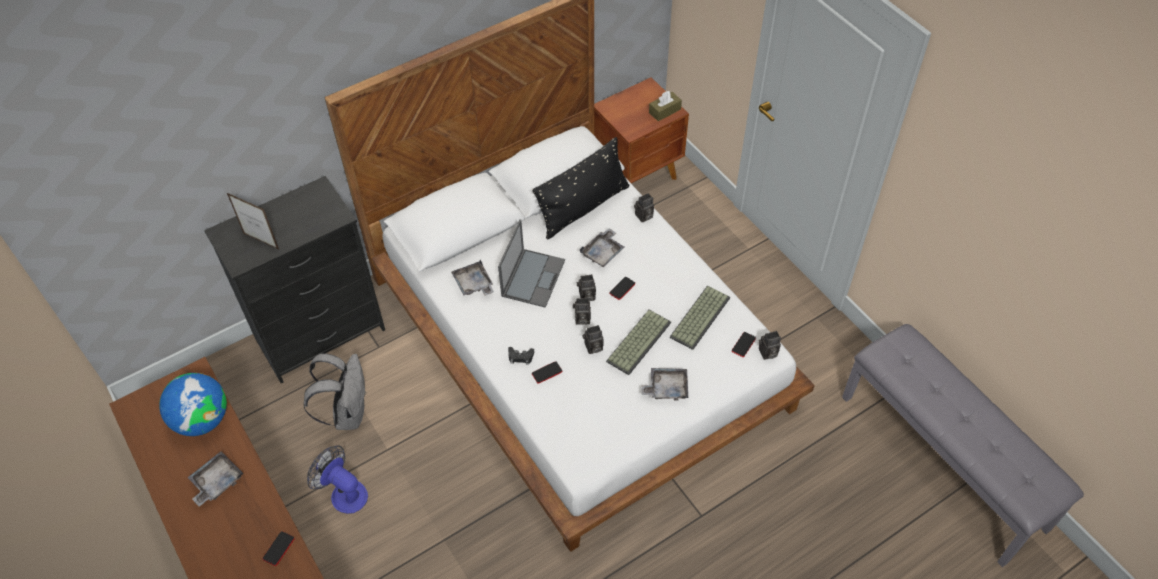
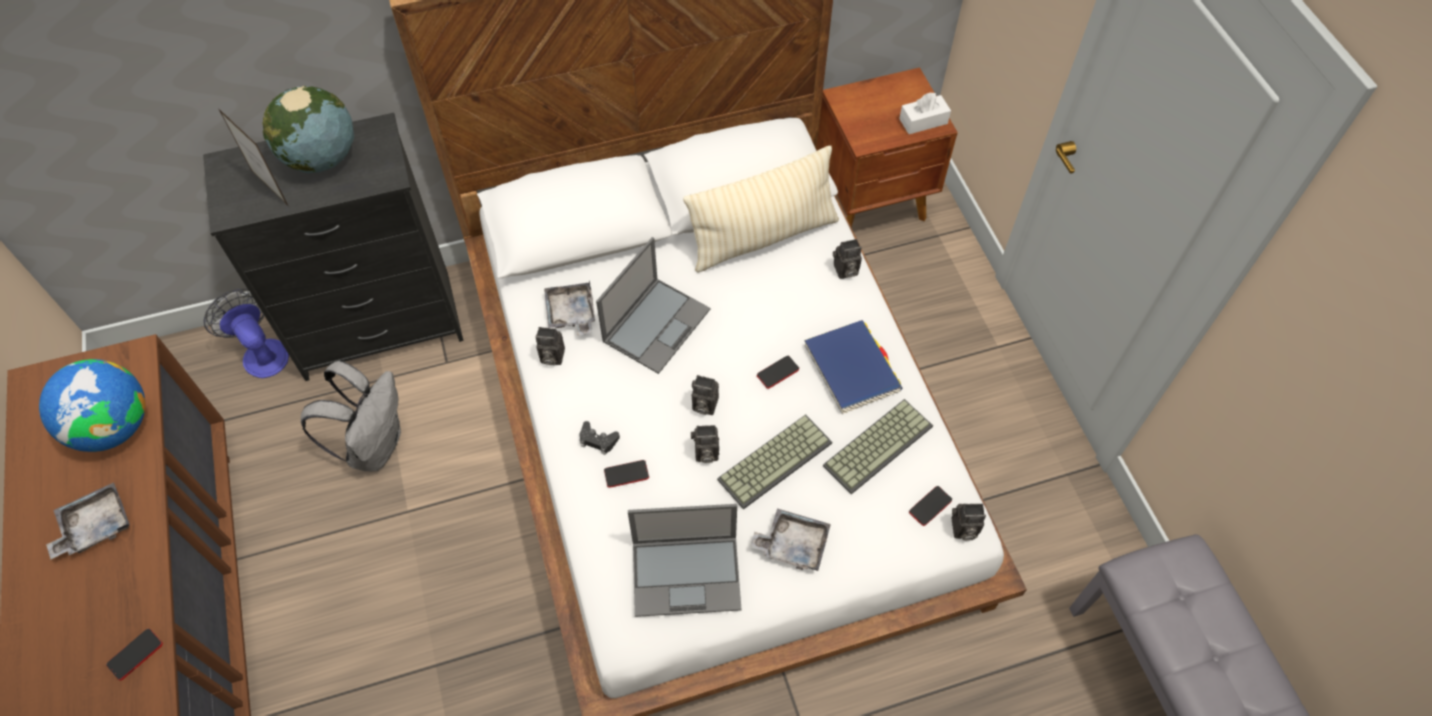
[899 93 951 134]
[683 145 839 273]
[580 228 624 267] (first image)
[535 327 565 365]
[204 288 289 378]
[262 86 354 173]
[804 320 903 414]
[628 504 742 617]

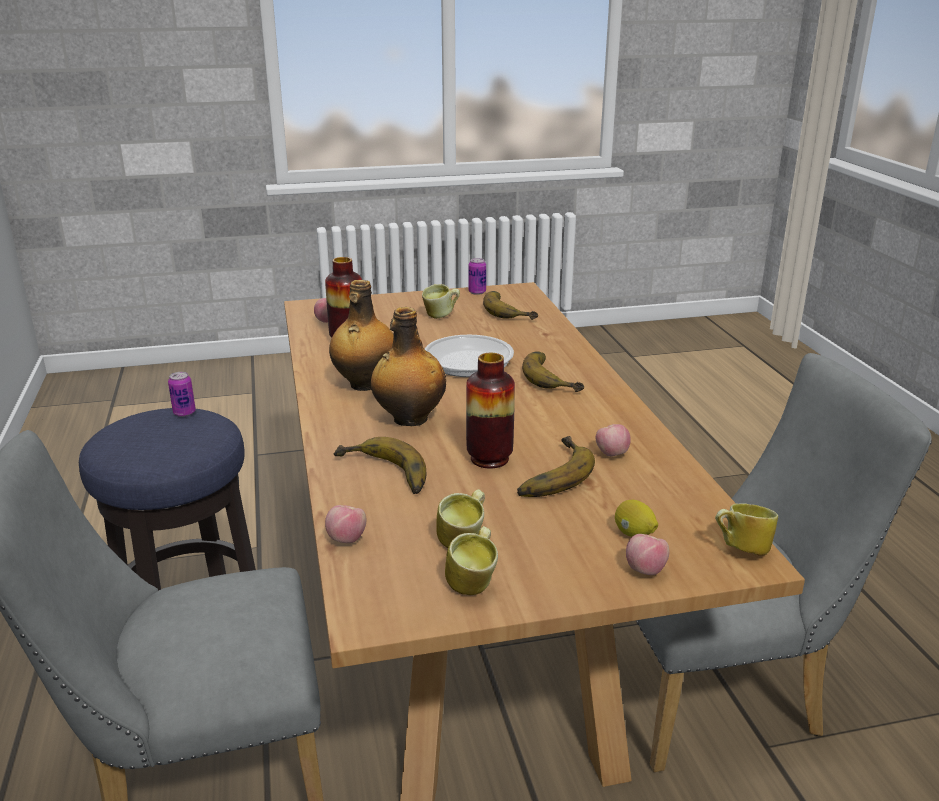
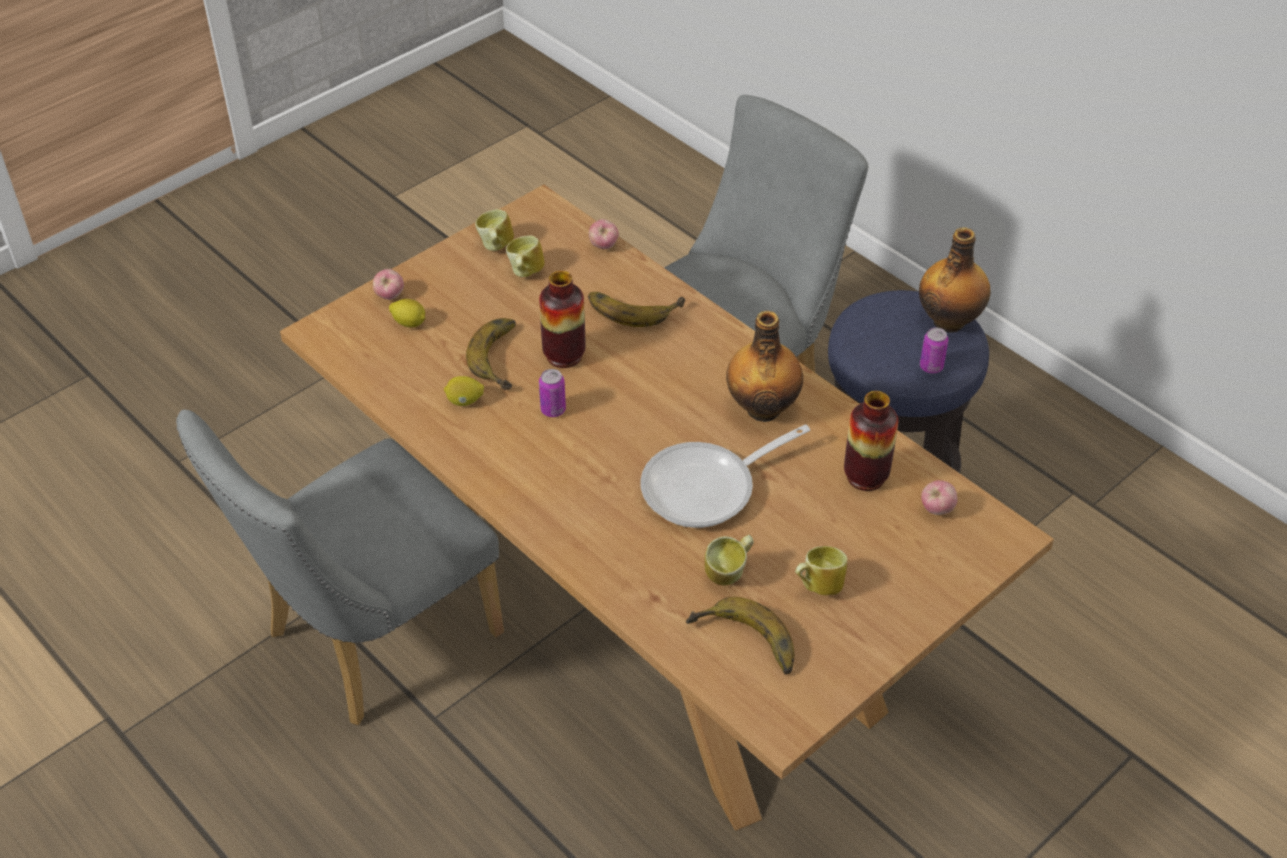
[539 369 566 417]
[919 227 990 333]
[522 351 584 392] (first image)
[444 376 484 406]
[705 535 754 585]

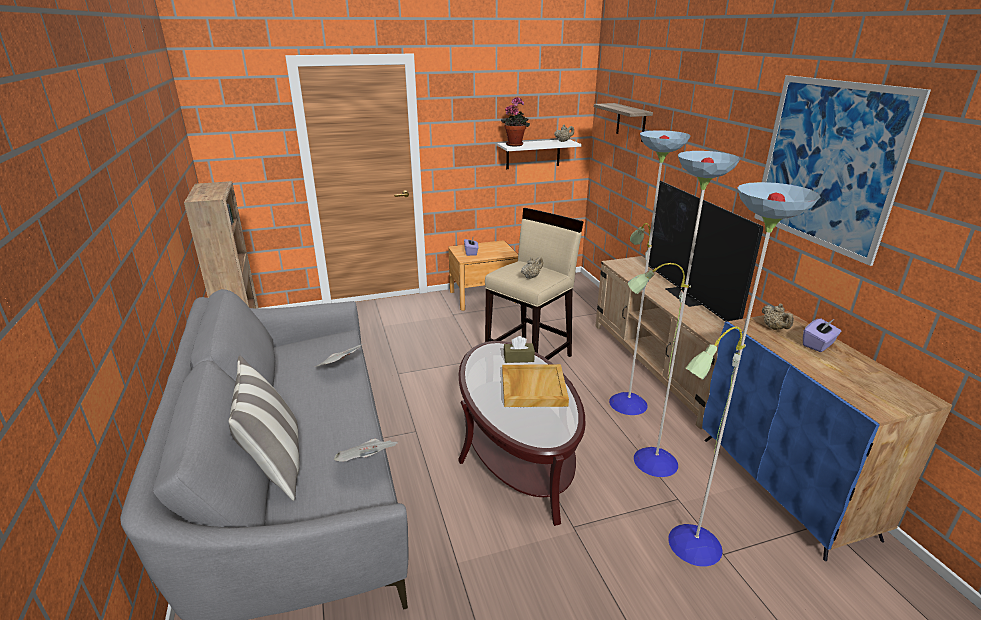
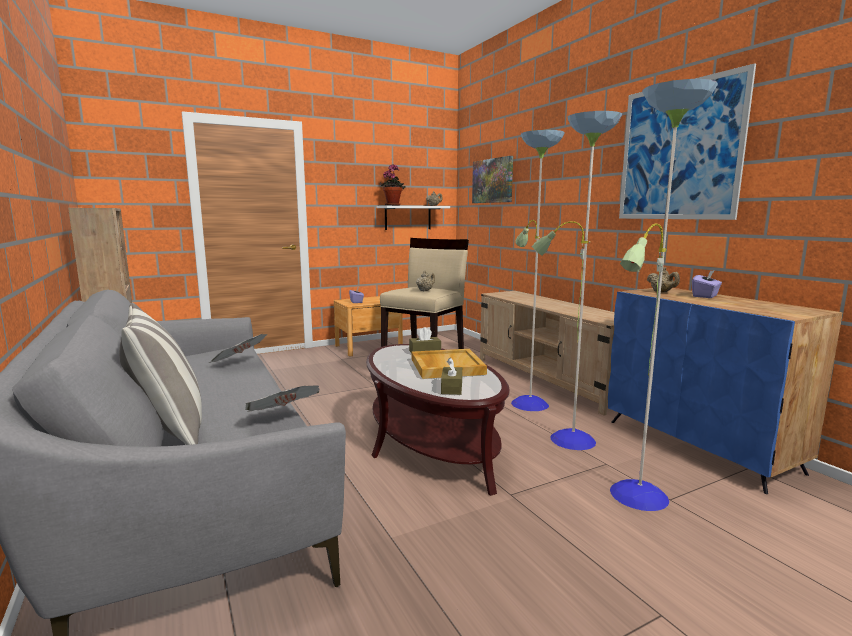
[472 156 513 203]
[648 180 763 322] (first image)
[441 357 462 395]

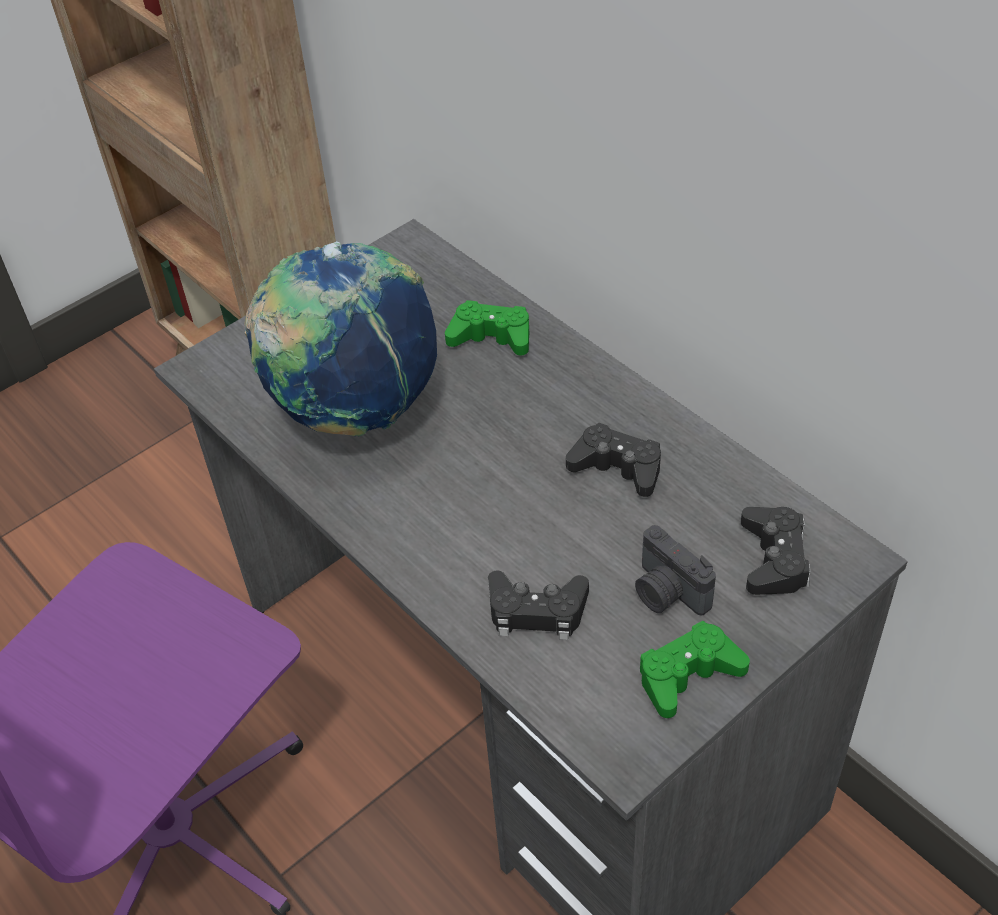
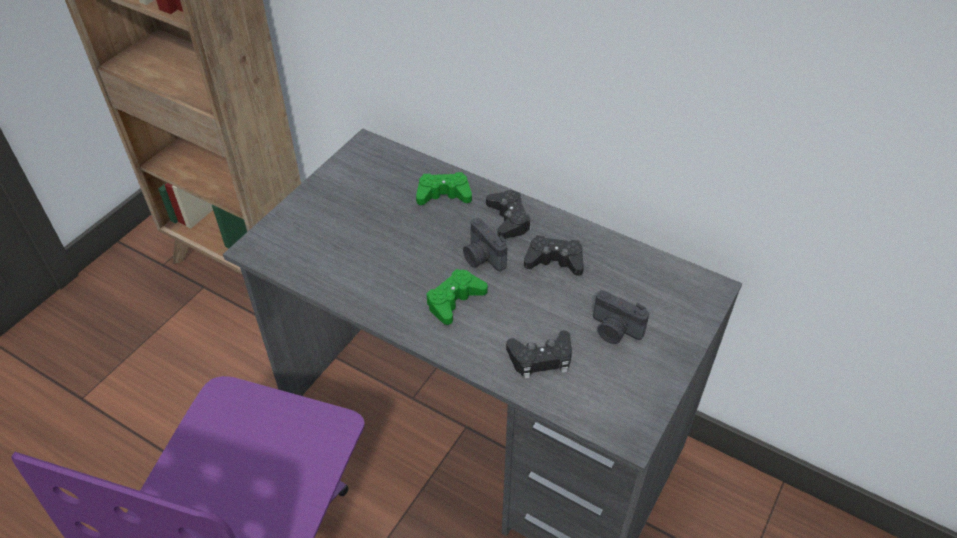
[244 241 437 436] (first image)
[486 190 531 239]
[427 269 488 325]
[463 218 507 271]

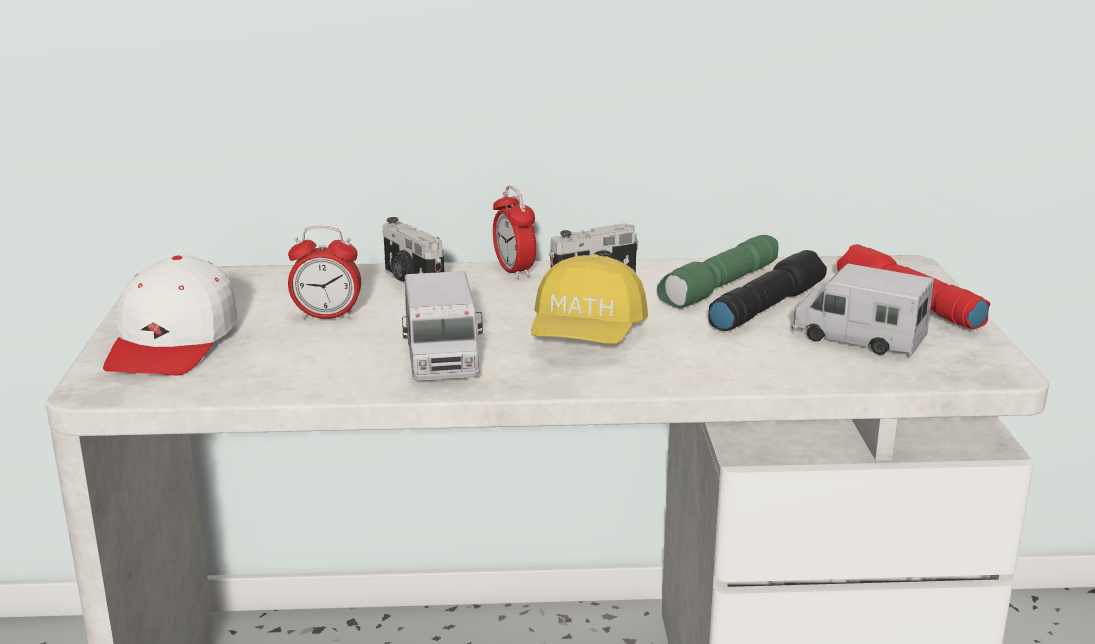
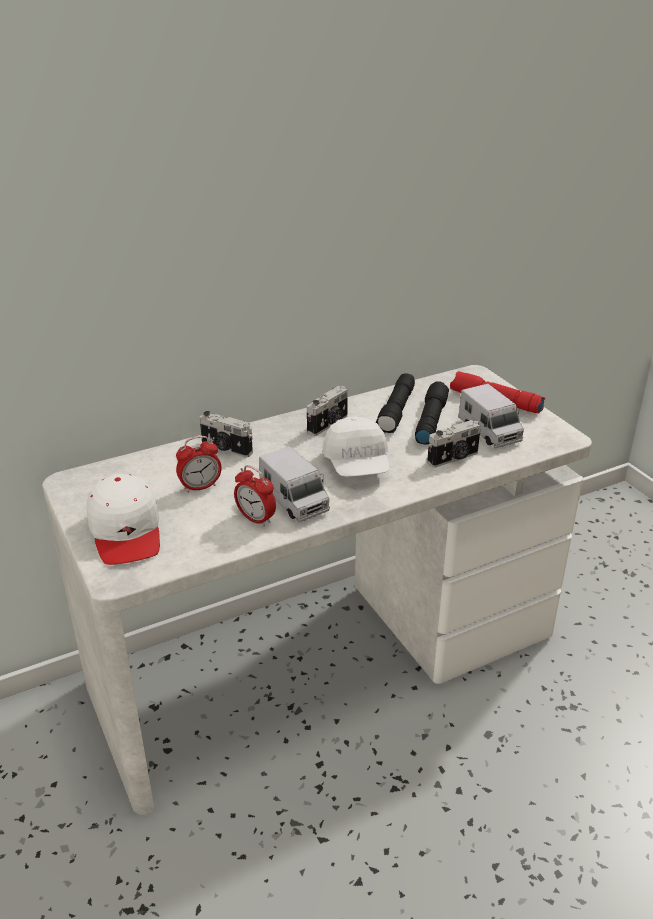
[234 465 276 527]
[376 373 415 433]
[322 416 390 477]
[458 384 524 448]
[427 420 480 468]

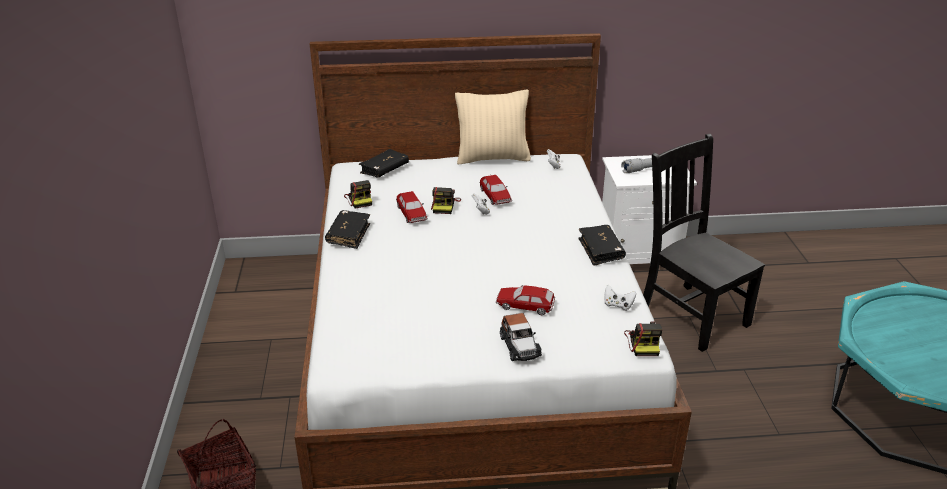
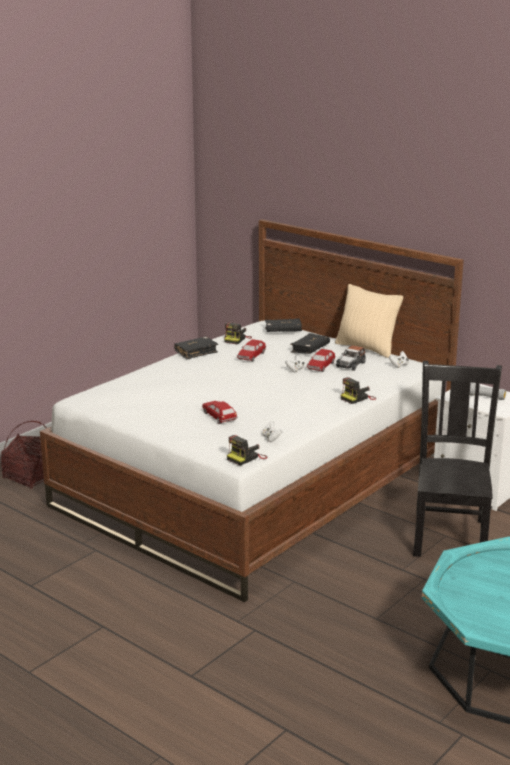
[341 377 376 404]
[290 333 330 354]
[336 345 366 371]

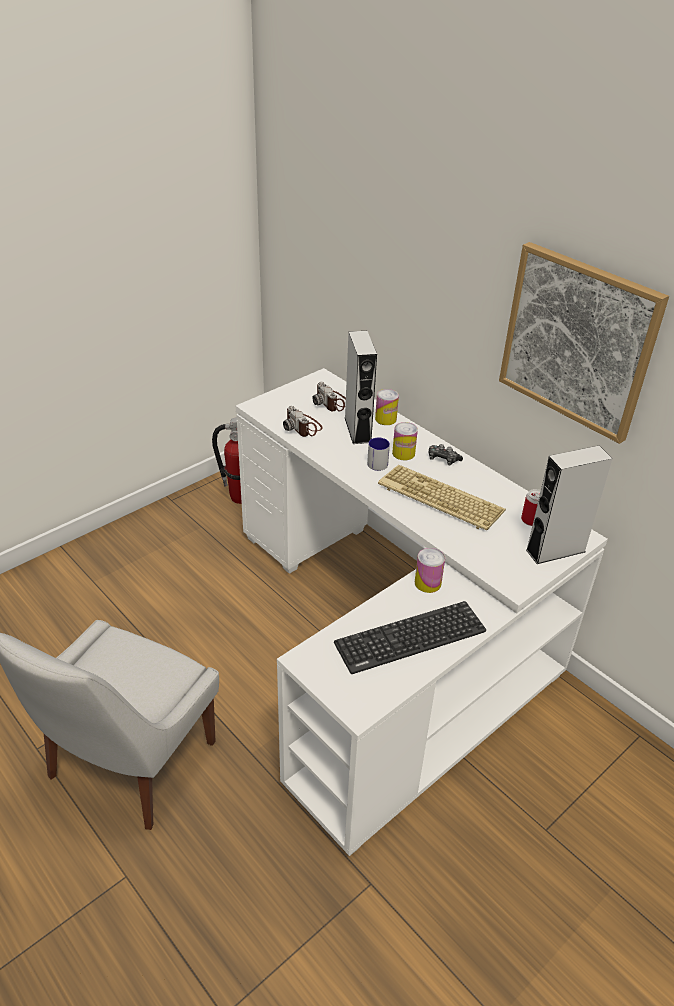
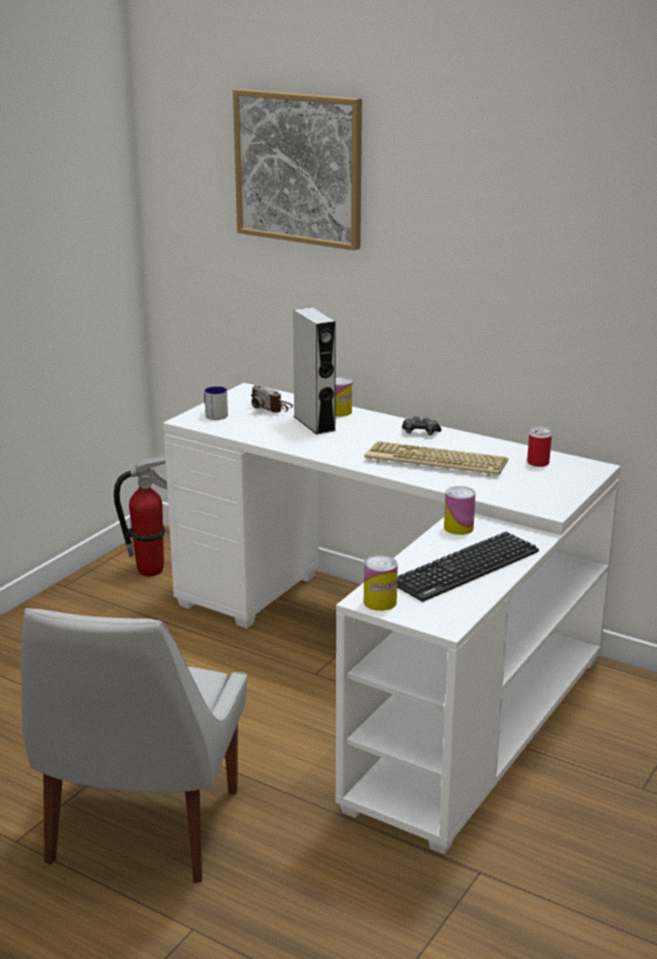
[233 89 362 251]
[283 406 323 437] (first image)
[364 555 398 611]
[204 386 228 420]
[525 446 613 564] (first image)

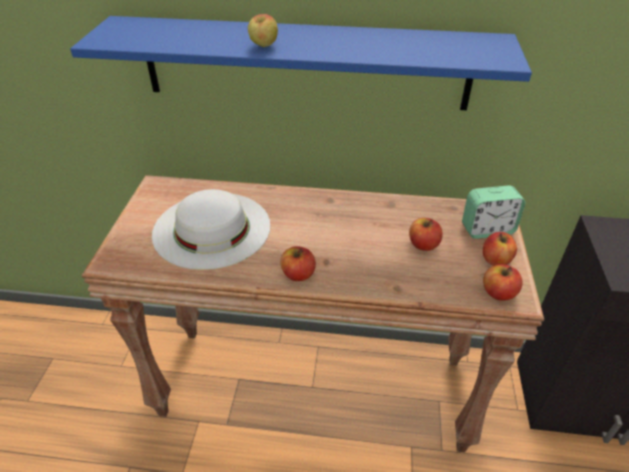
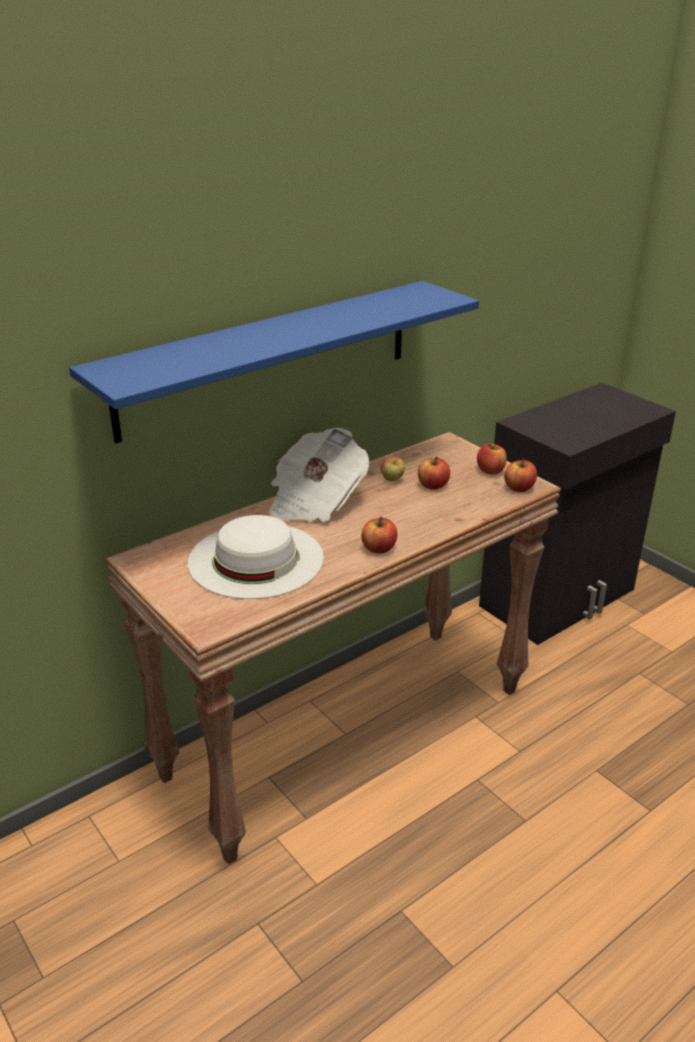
[381 456 405 481]
[462 185 526 239] (first image)
[269 428 369 522]

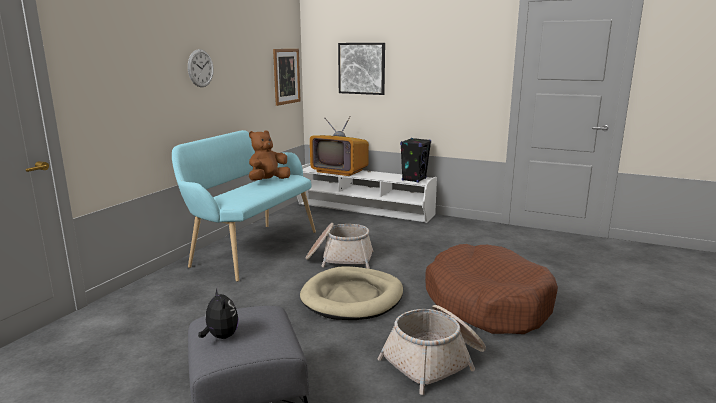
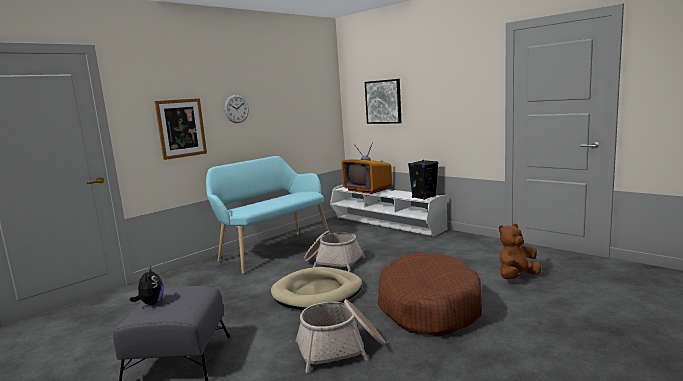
[155 98 207 160]
[499 224 541 279]

